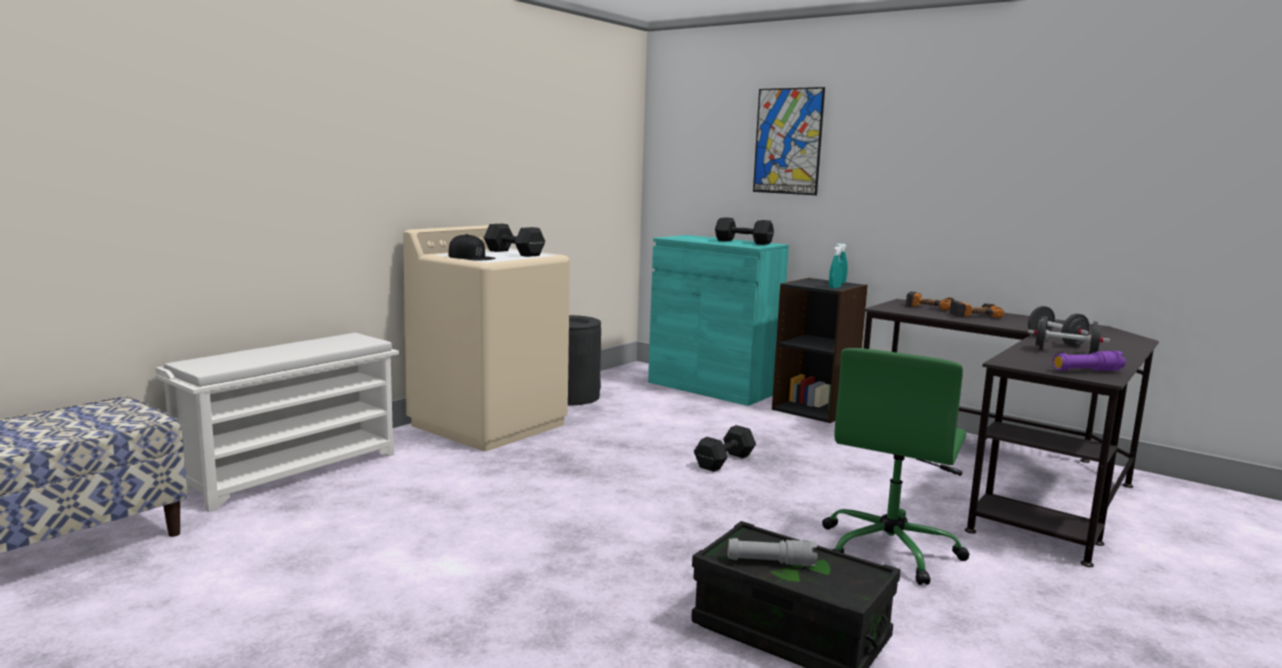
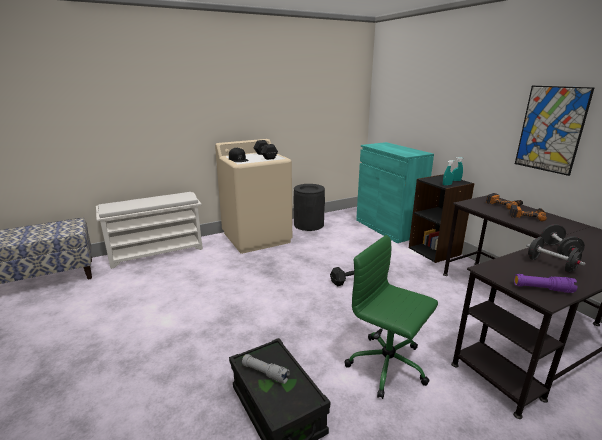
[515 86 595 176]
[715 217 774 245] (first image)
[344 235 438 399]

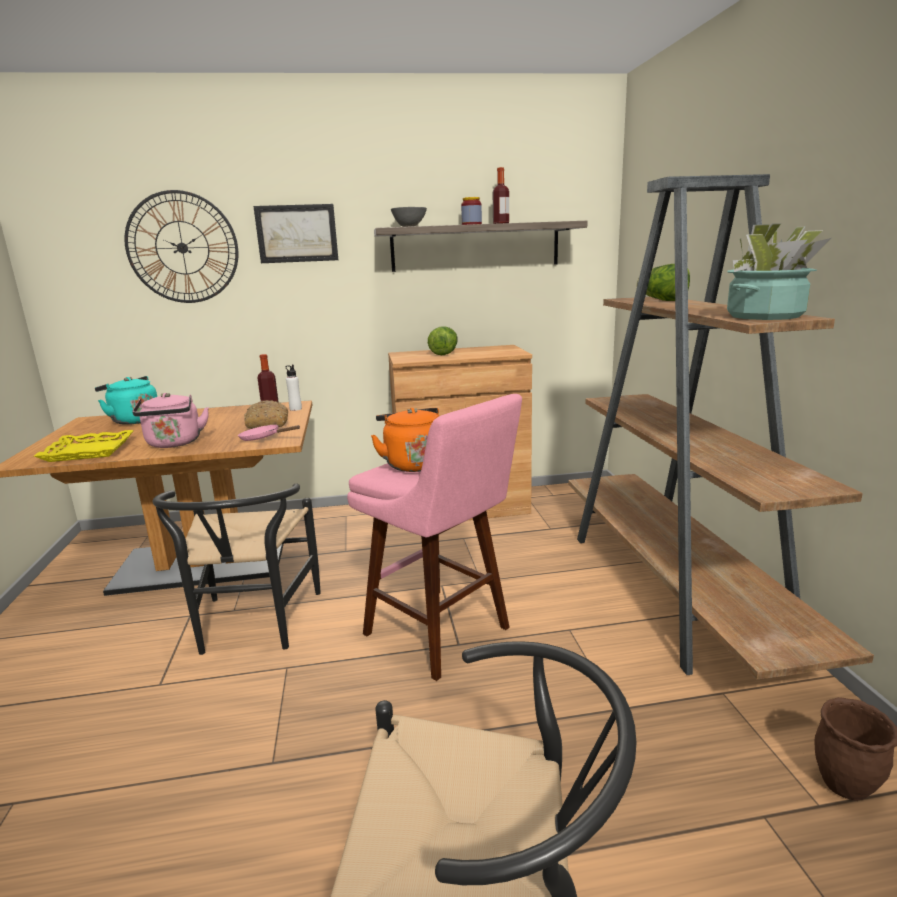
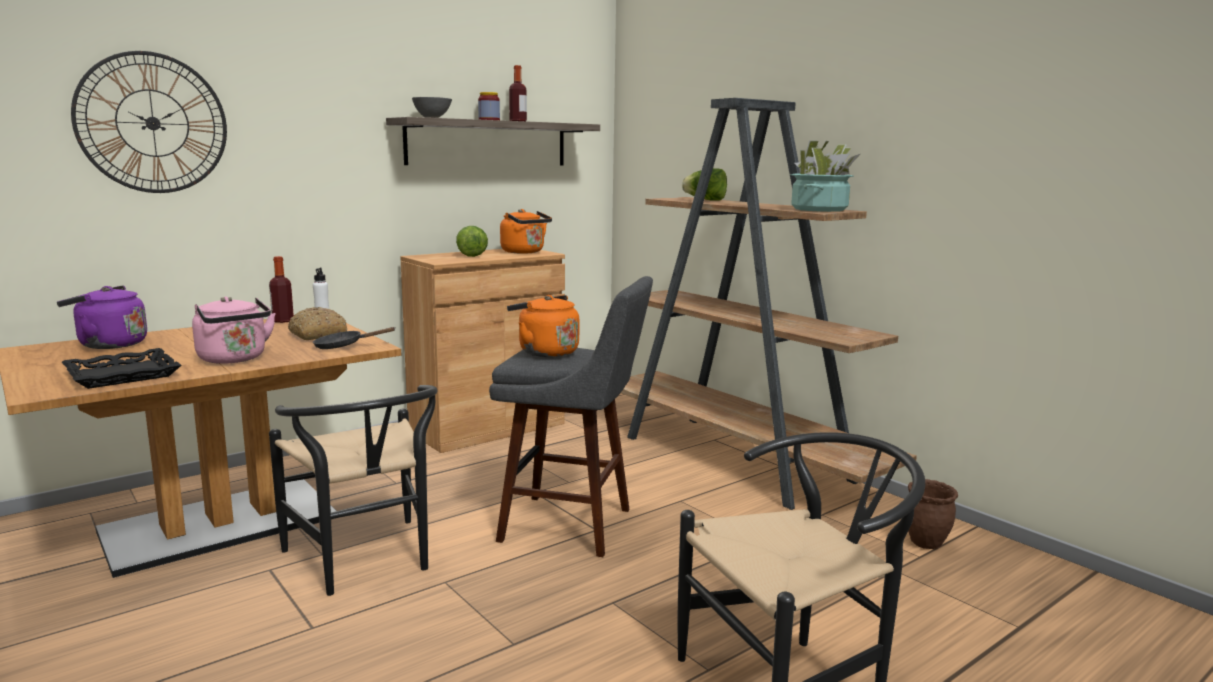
[253 204 338 263] (first image)
[57 285 147 349]
[489 276 653 557]
[313 327 395 349]
[62 348 182 389]
[500 209 552 254]

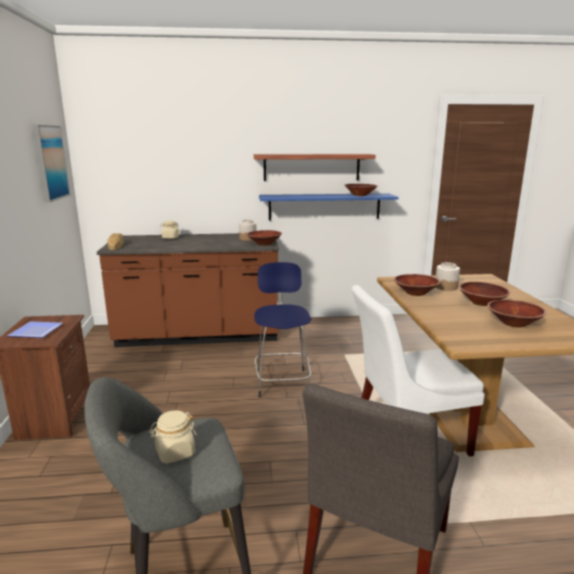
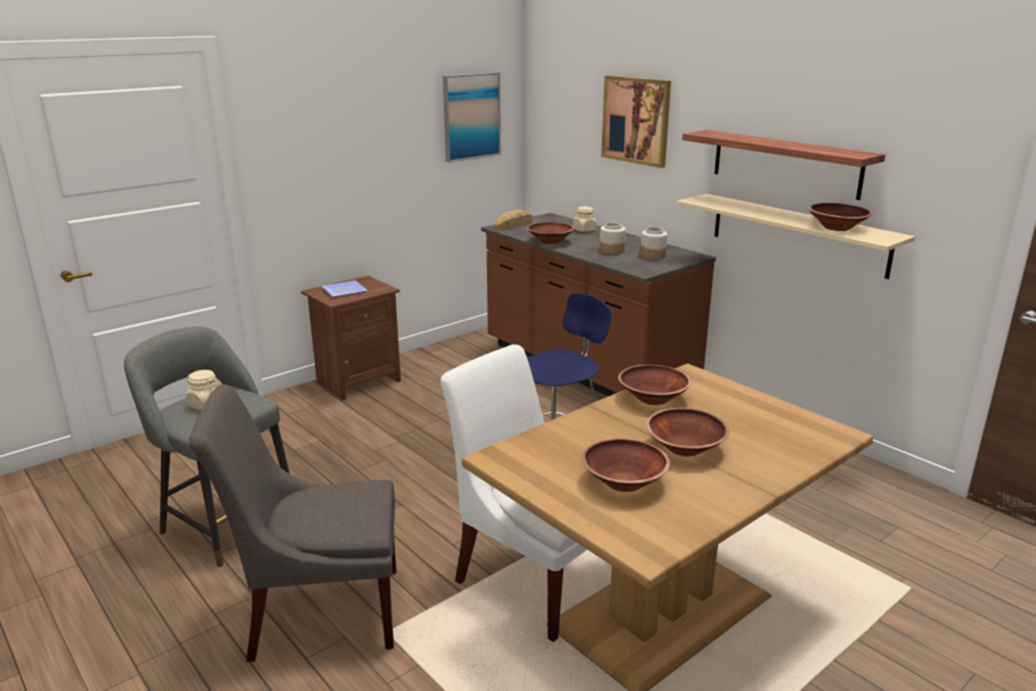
[676 194 915 279]
[527 222 574 244]
[600 223 626 255]
[601 75 671 168]

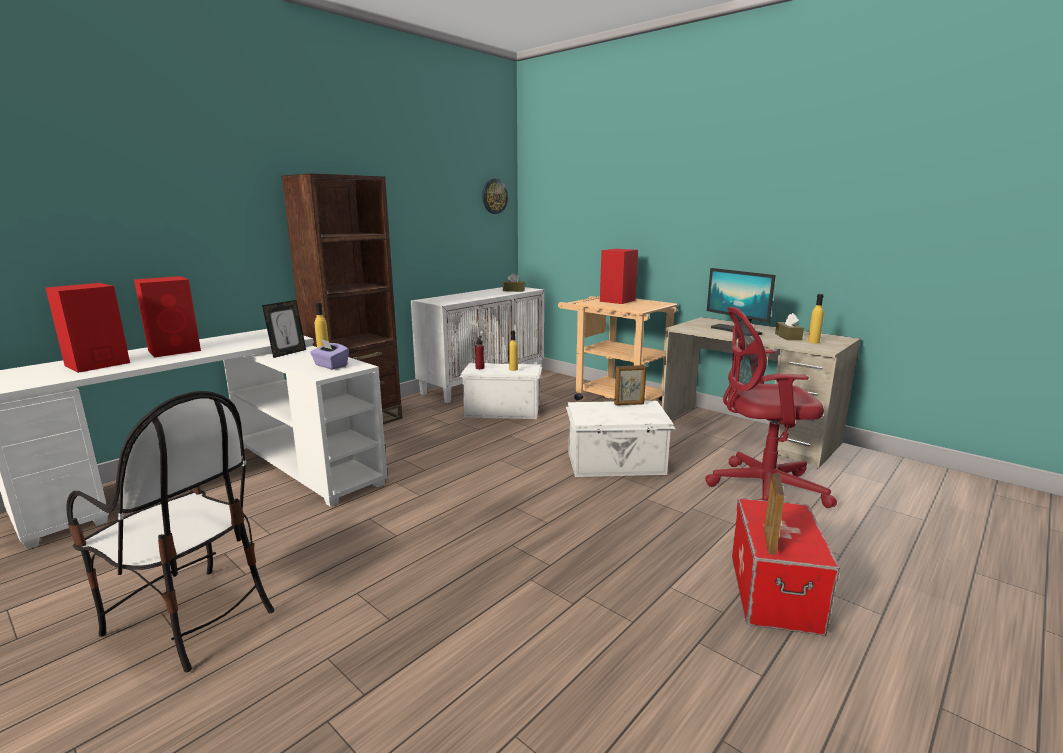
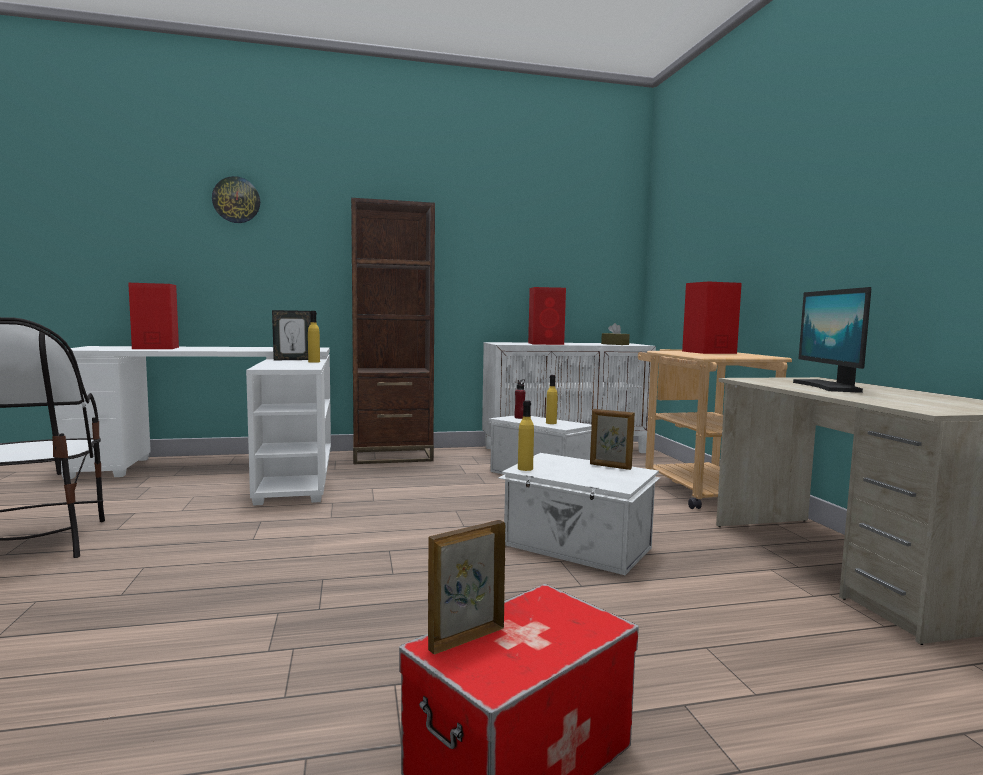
[212 176 260 223]
[528 287 566 345]
[518 400 534 471]
[705 307 837 508] (first image)
[775 313 804 340] (first image)
[310 339 349 370] (first image)

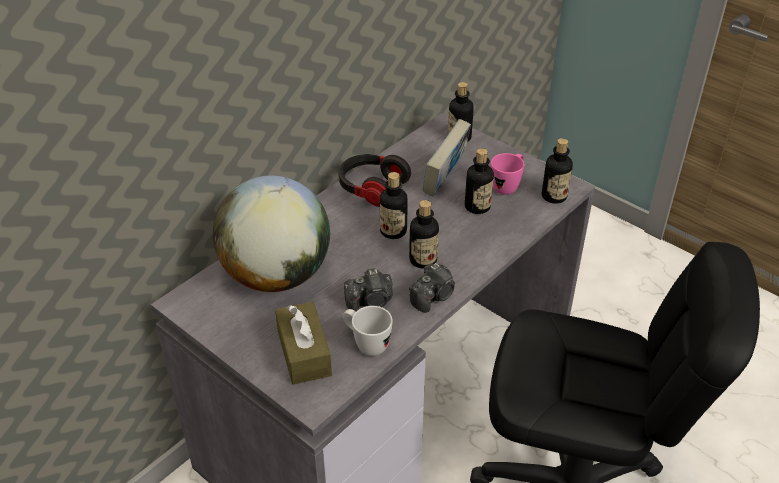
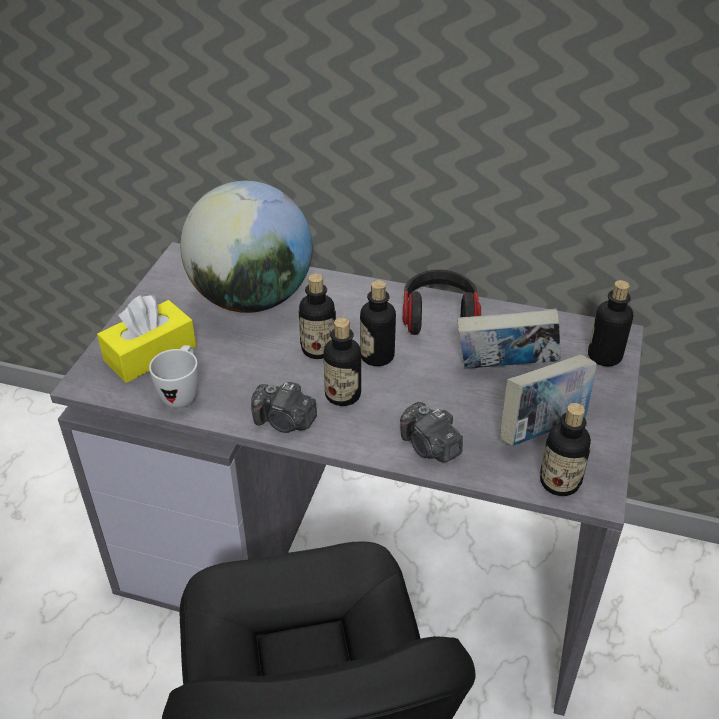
[298 273 336 359]
[501 355 597 446]
[400 402 463 462]
[97 295 196 383]

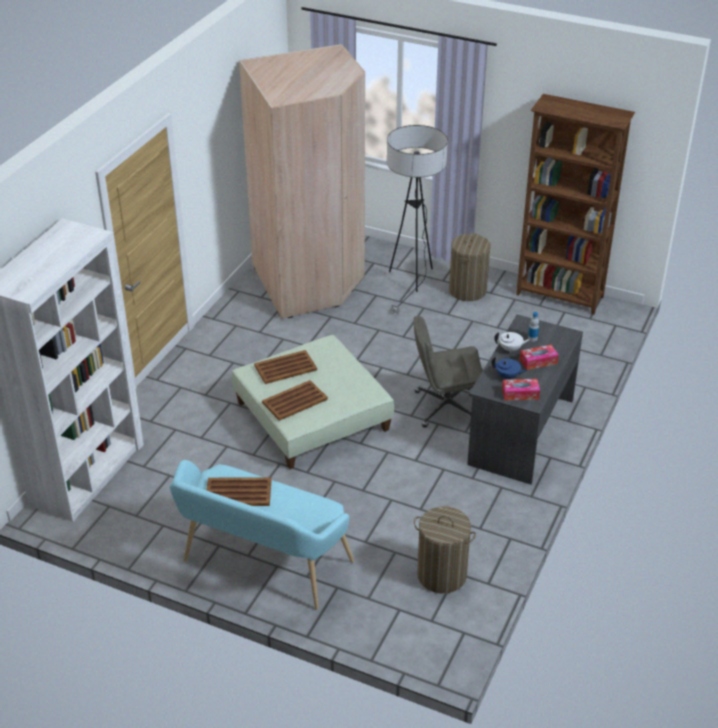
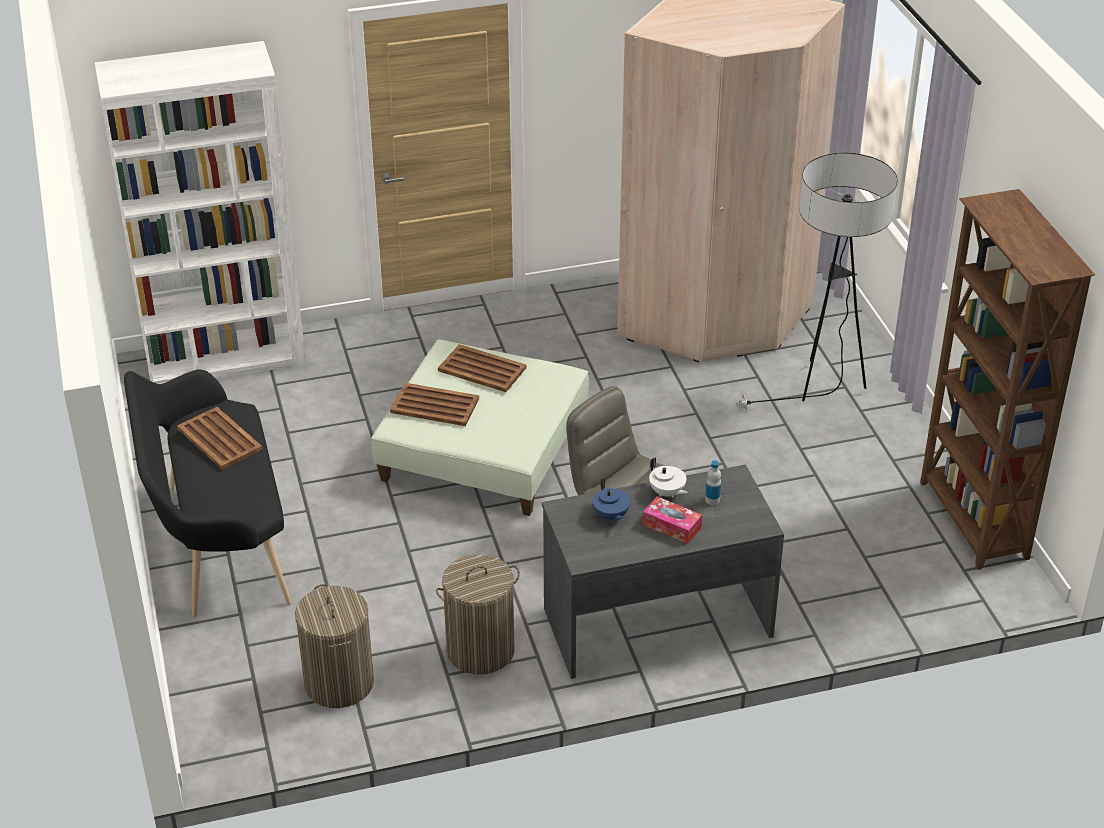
[436 554 520 674]
[502 379 540 401] (first image)
[124 370 292 617]

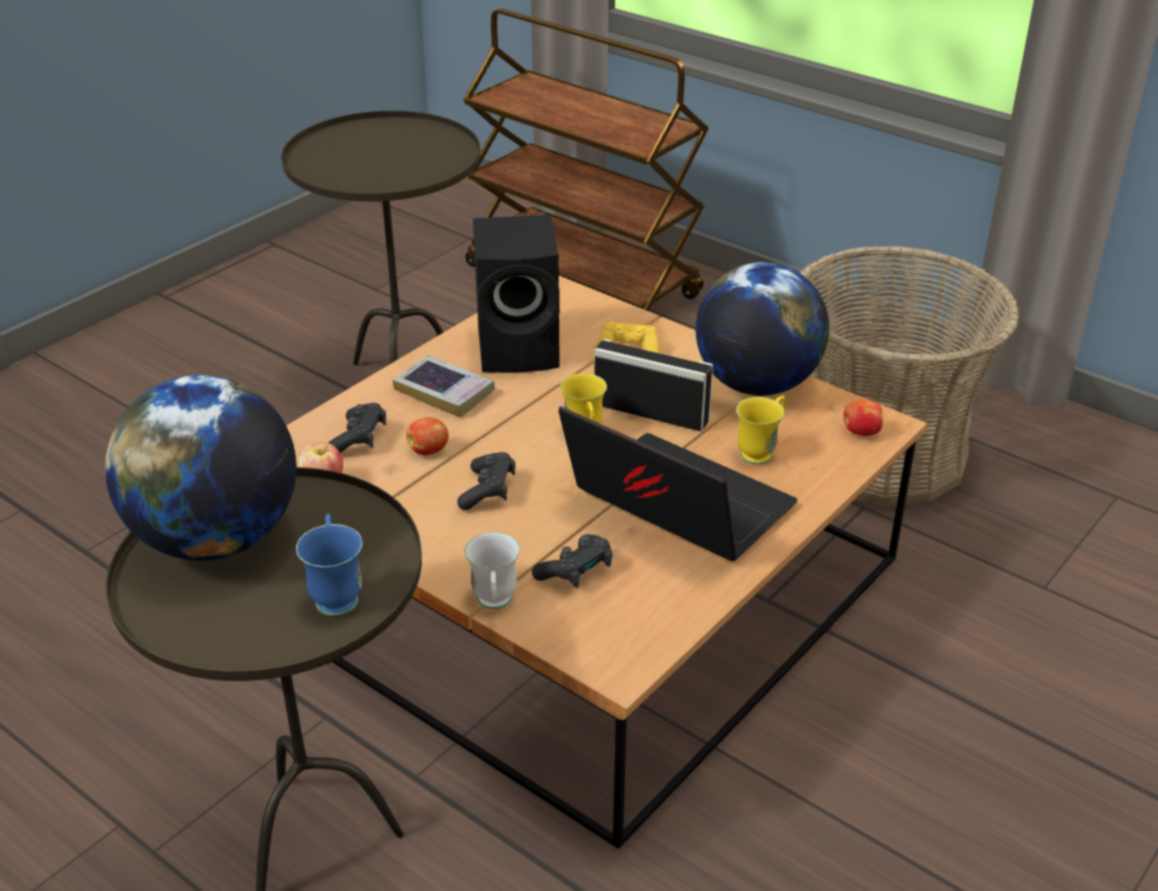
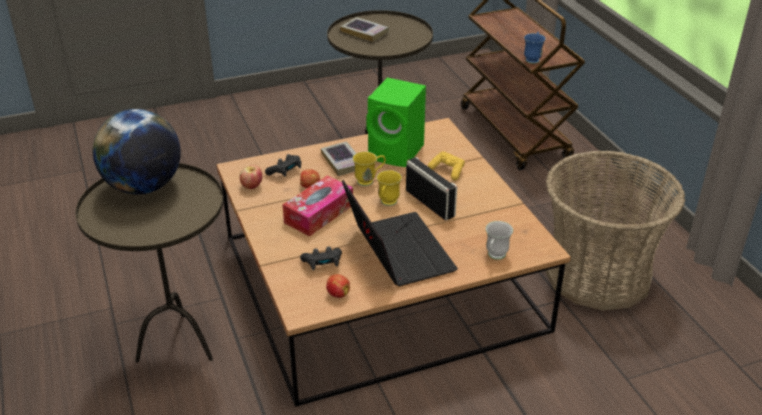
[366 78 426 167]
[696 262 829 396] (first image)
[353 152 386 186]
[326 274 350 298]
[283 175 353 236]
[524 32 546 64]
[486 221 513 260]
[340 17 389 42]

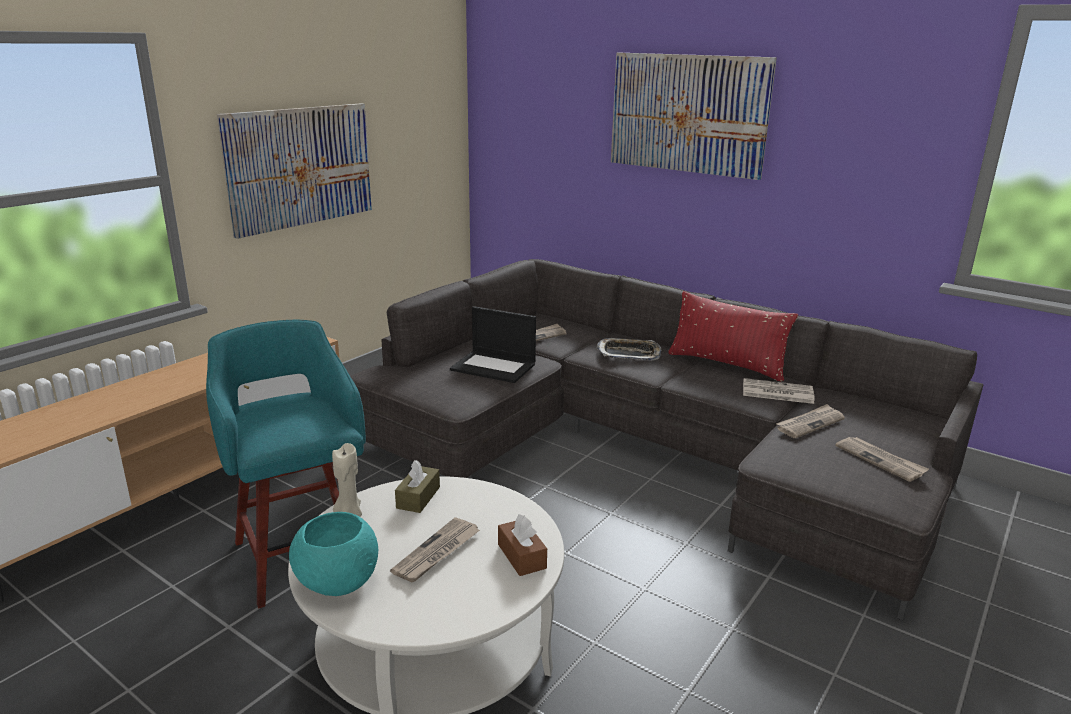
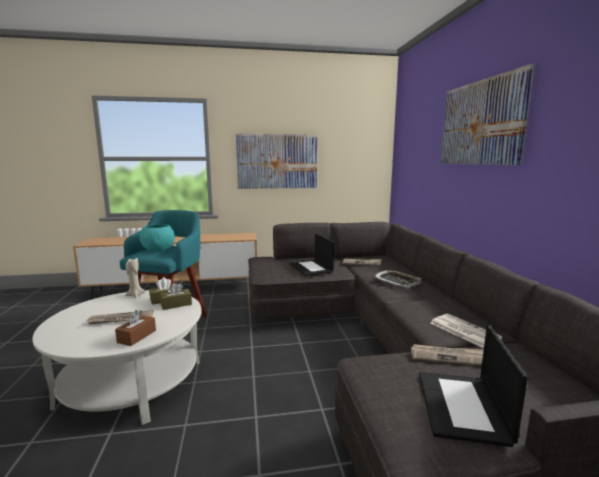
[668 291 798 382] (first image)
[419 325 528 447]
[140 224 175 252]
[160 283 192 310]

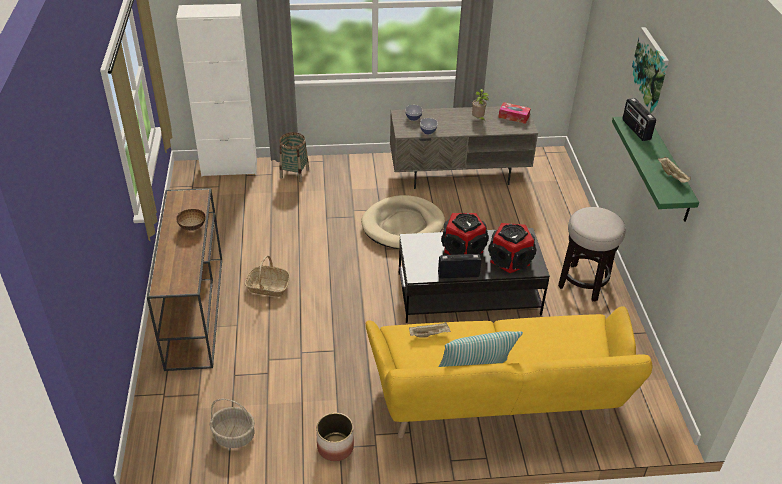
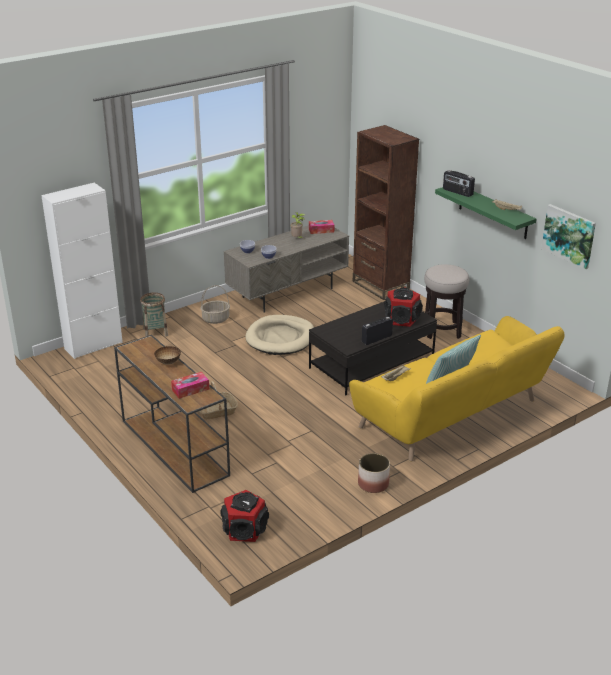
[542 204 596 270]
[220 490 269 542]
[201 285 230 324]
[353 125 419 300]
[171 372 209 399]

